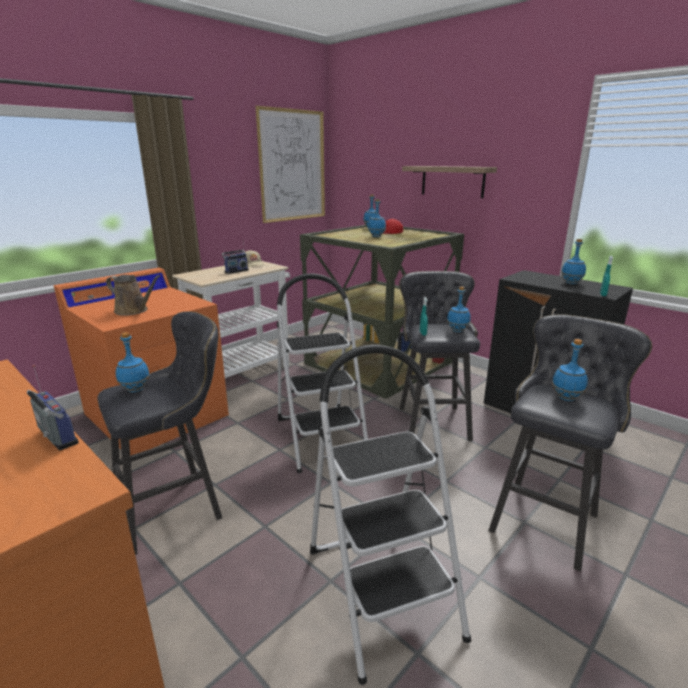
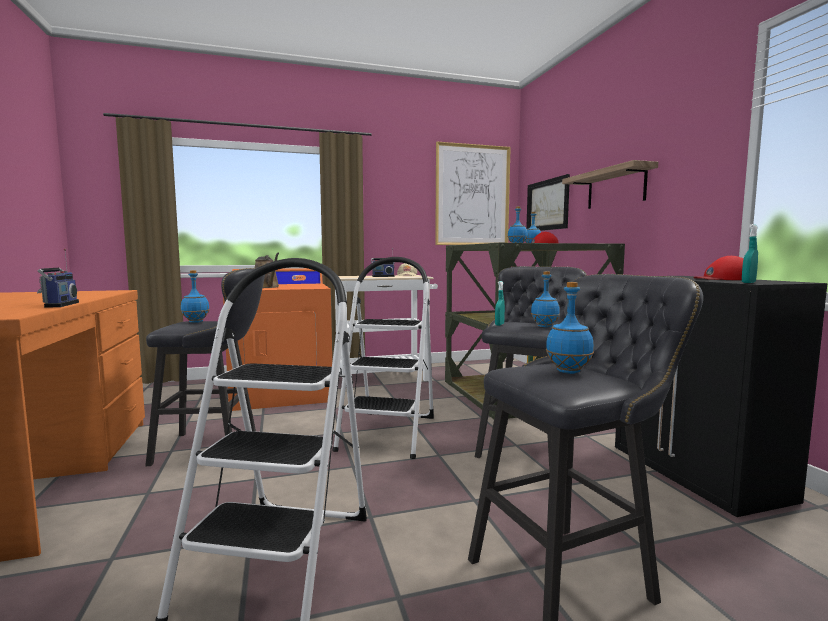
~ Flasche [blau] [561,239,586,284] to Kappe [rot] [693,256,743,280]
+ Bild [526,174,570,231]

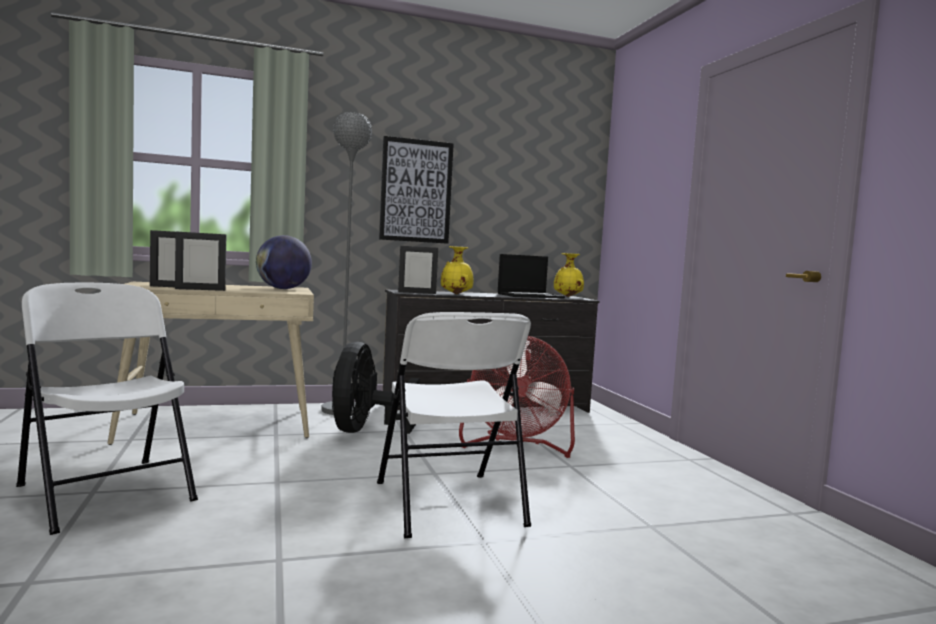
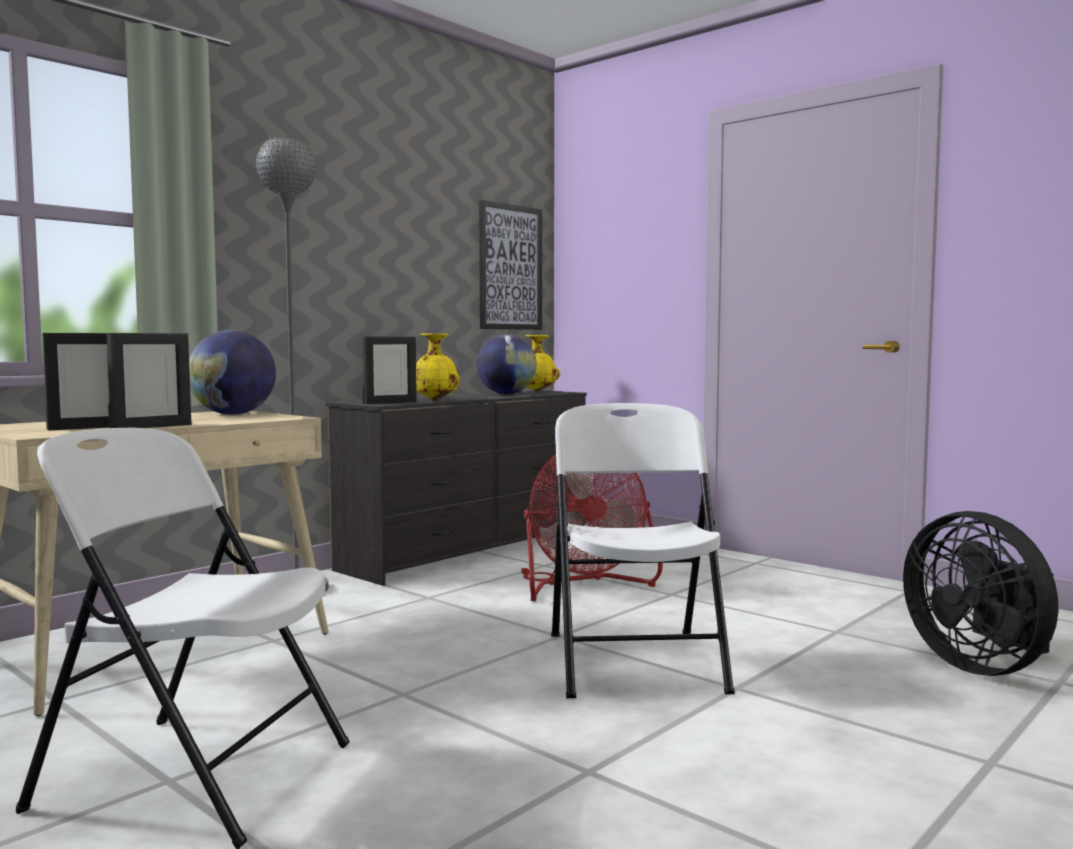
~ Ventilator [schwarz] [332,342,420,434] to [903,511,1058,676]
~ Stuhl [weiß] [377,312,531,538] = [551,403,735,698] 135 degrees counterclockwise
~ Bild [379,136,454,244] to [479,200,542,330]
~ Laptop [498,254,565,299] to Globus [477,334,537,394]

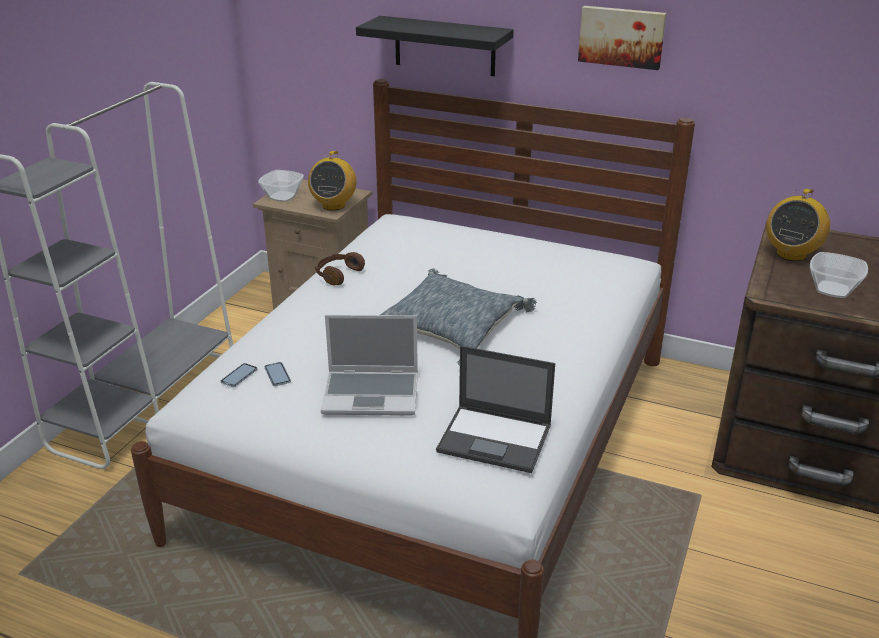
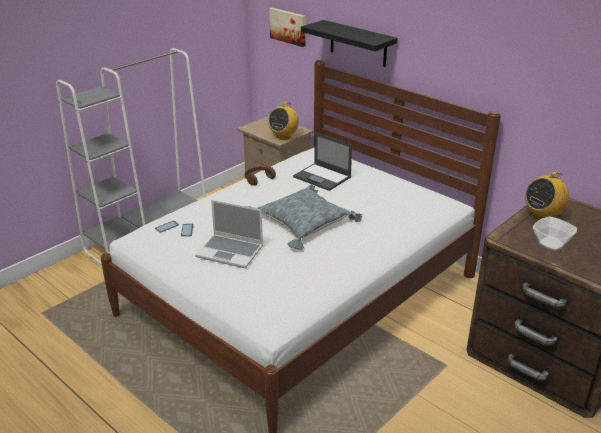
- Schüssel [258,170,304,202]
~ Laptop [436,346,555,473] to [293,132,352,191]
~ Bild [578,6,667,70] to [269,8,306,47]

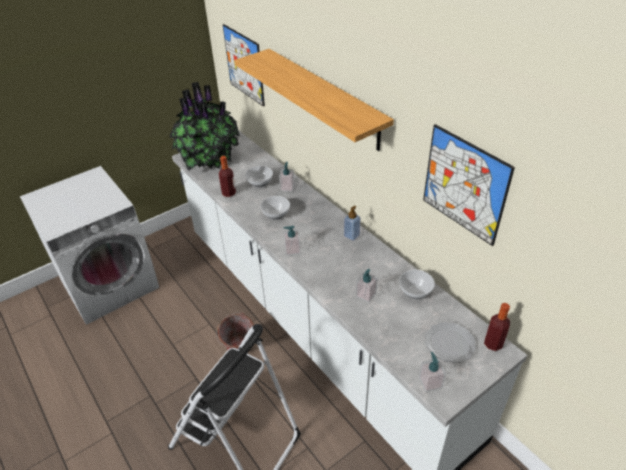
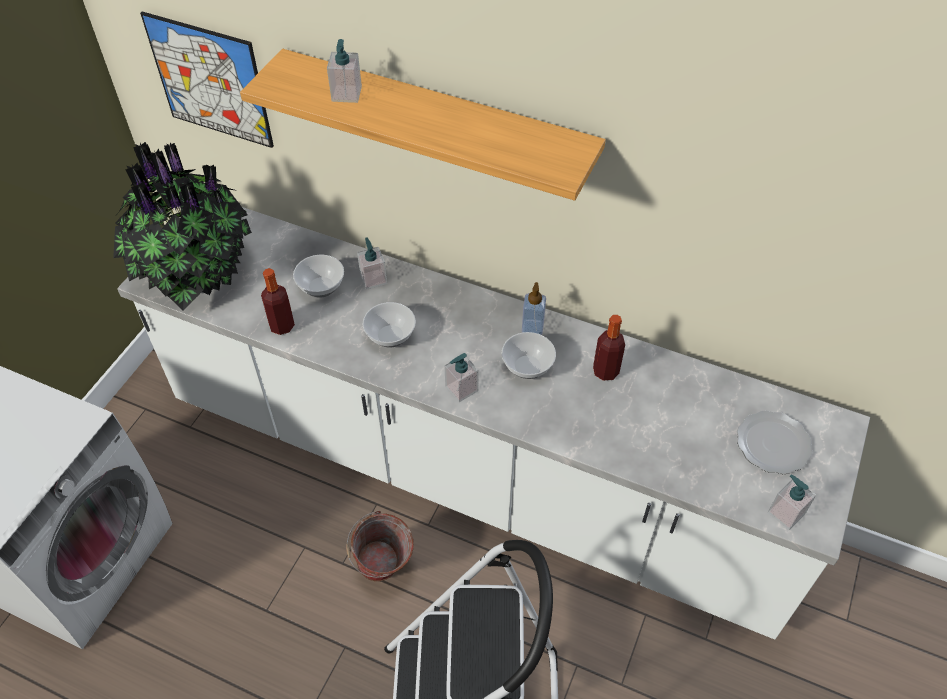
~ Seifenspender [356,269,378,303] to [327,39,362,103]
~ Schüssel [399,269,435,299] to [501,332,556,379]
- Bild [423,124,515,246]
~ Flasche [484,303,510,351] to [593,315,625,381]

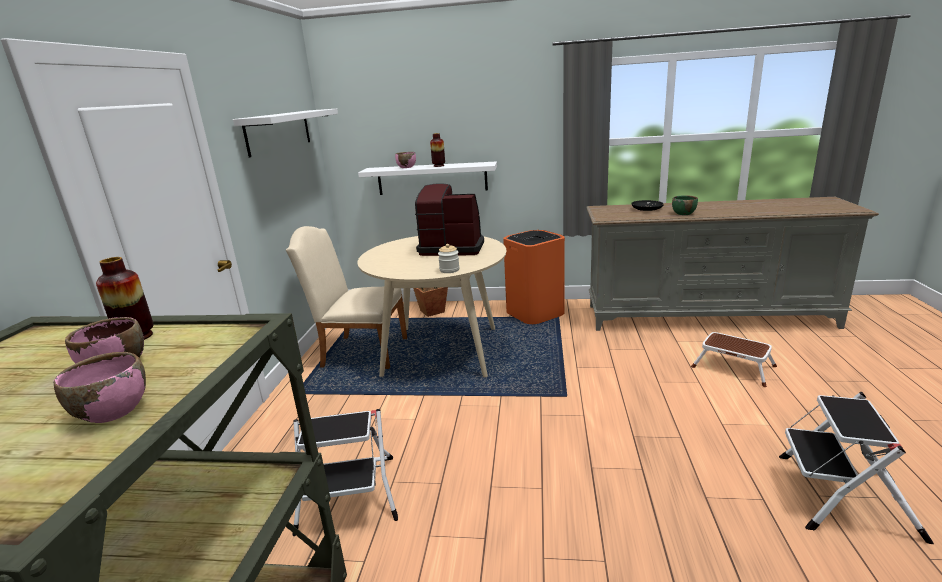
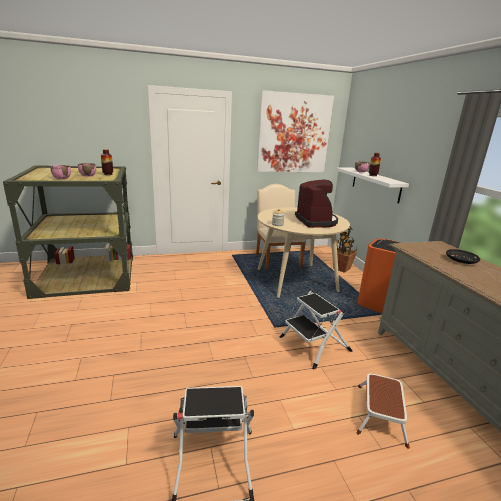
~ Wandregal [weiß] [233,109,338,157] to Bild [257,90,334,172]
~ Trittleiter [293,409,398,536] to [280,290,353,370]
- Schüssel [grün] [672,195,698,215]

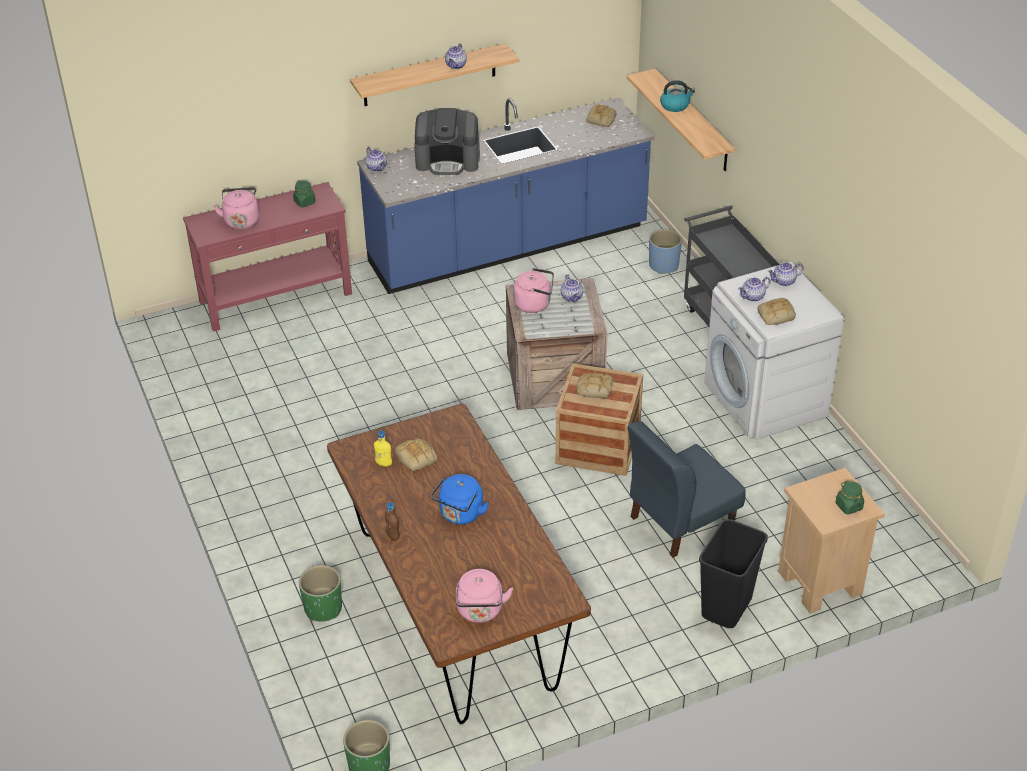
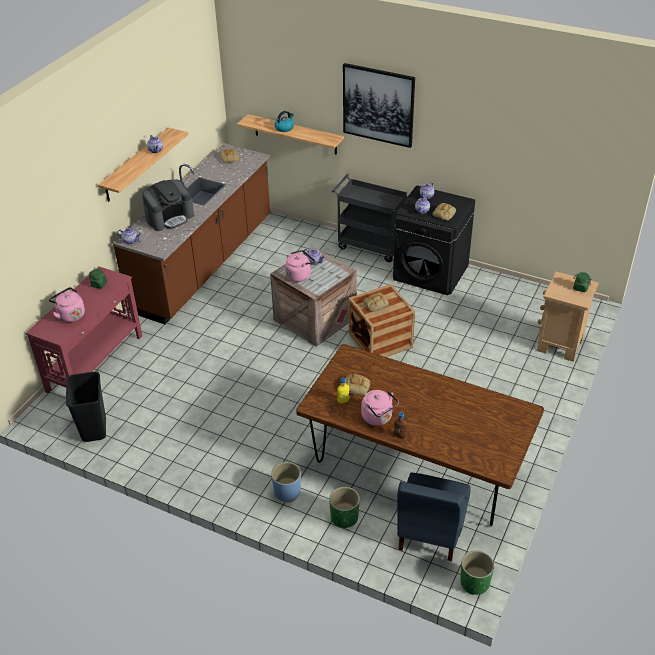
~ Küchenzeile [blau] [357,97,655,294] to Küchenzeile [braun] [112,144,270,324]
- Wasserkessel [blau] [431,474,489,525]
~ Wasserkessel [rosa] [456,569,513,623] to [361,390,399,426]
~ Stuhl [blau] [628,421,746,558] to [397,472,471,561]
~ Pflanzkübel [blau] [649,229,682,274] to [271,462,301,502]
~ Mülleimer [schwarz] [699,519,768,628] to [66,372,106,442]
~ Waschmaschine [weiß] [704,262,844,439] to Waschmaschine [schwarz] [393,186,475,295]
+ Bild [343,63,415,148]

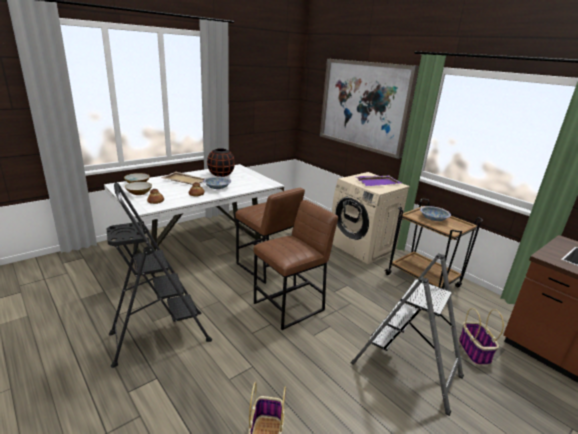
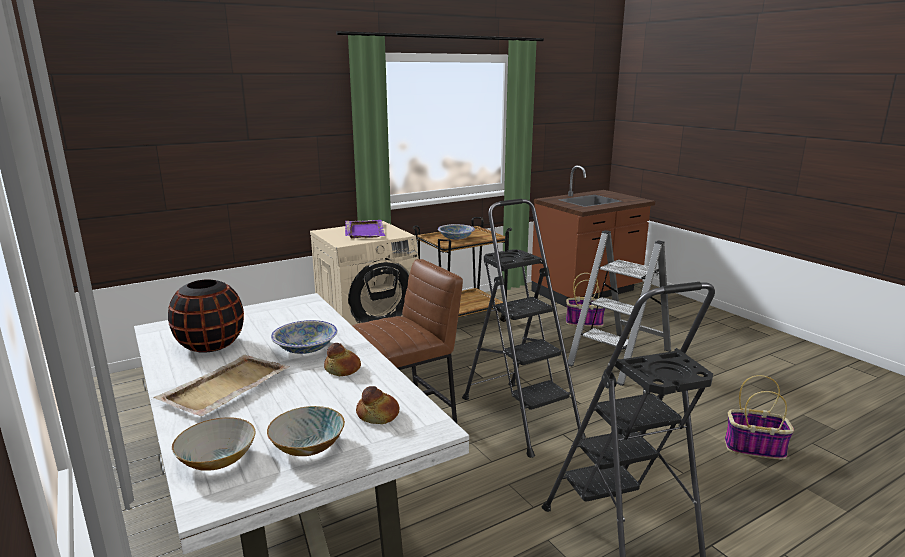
~ Stuhl [braun] [253,200,338,330] to Trittleiter [462,199,586,458]
- Bild [320,59,419,159]

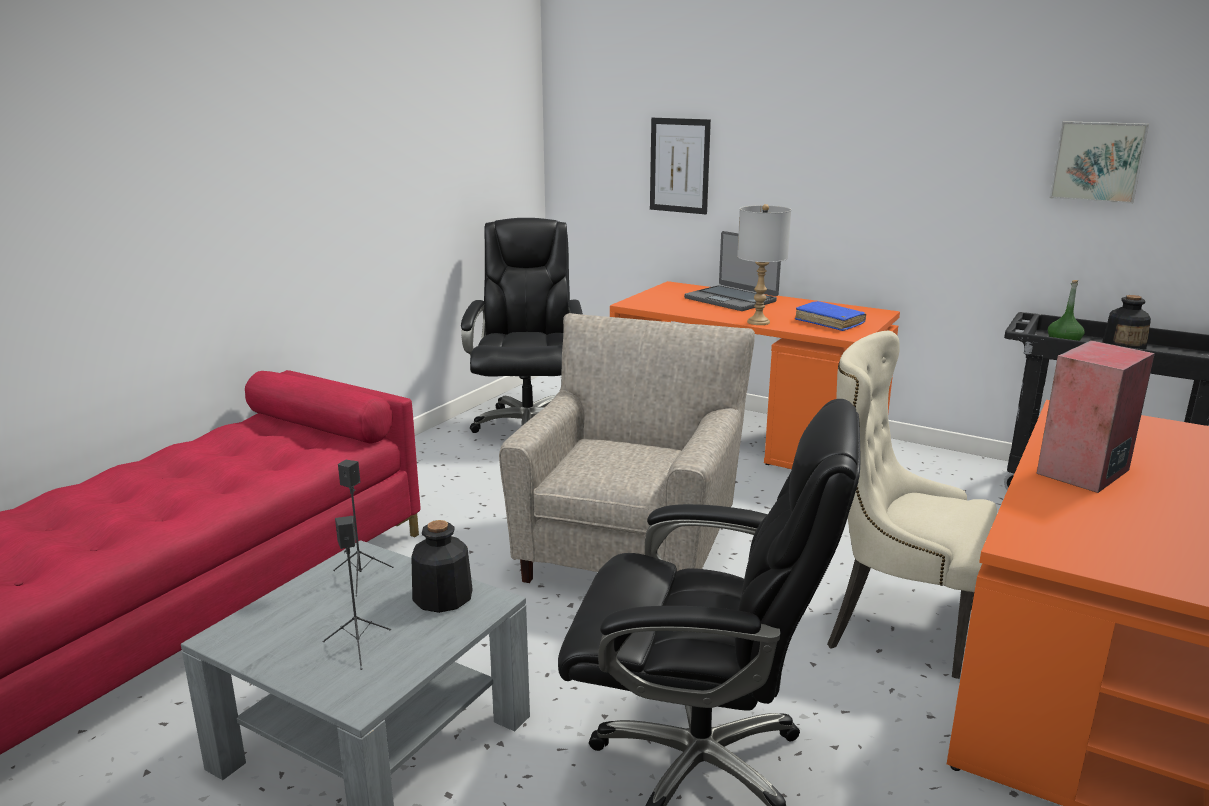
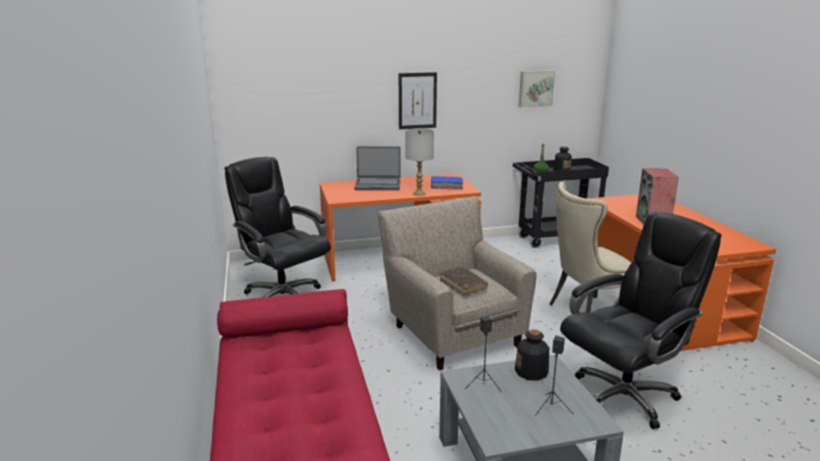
~ Bild [650,118,711,214] to [399,72,437,129]
+ Buch [braun] [440,267,488,296]

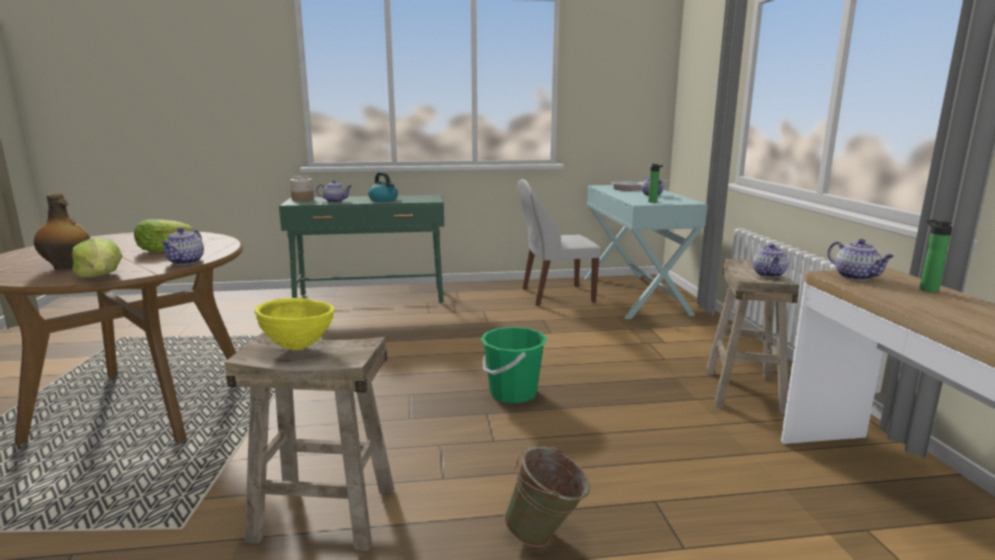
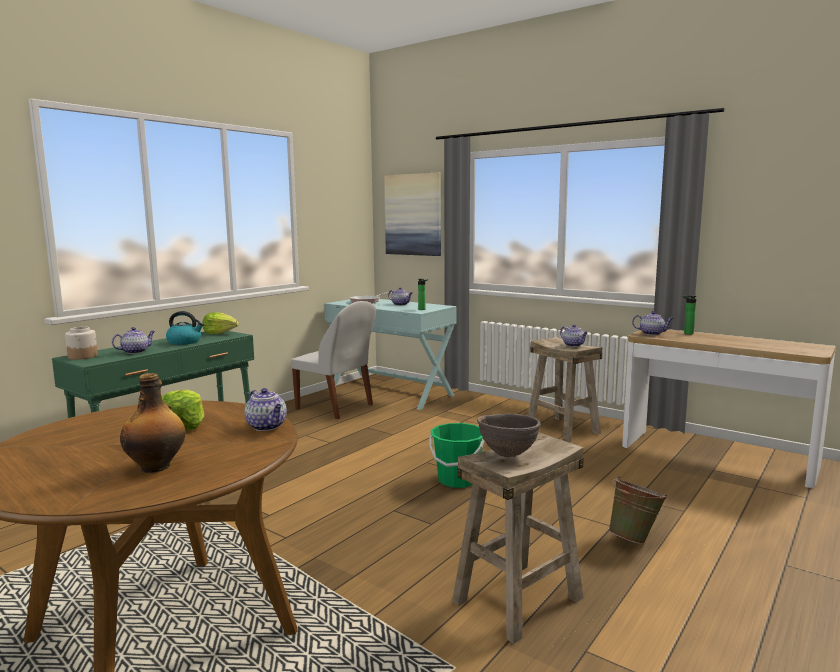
~ Salatkopf [72,238,122,278] to [203,312,239,334]
~ Schüssel [gelb] [254,298,335,351] to Schüssel [braun] [477,414,541,457]
~ Stuhl [weiß] [517,179,601,306] = [291,301,376,419] 90 degrees counterclockwise
+ Bild [384,173,441,256]

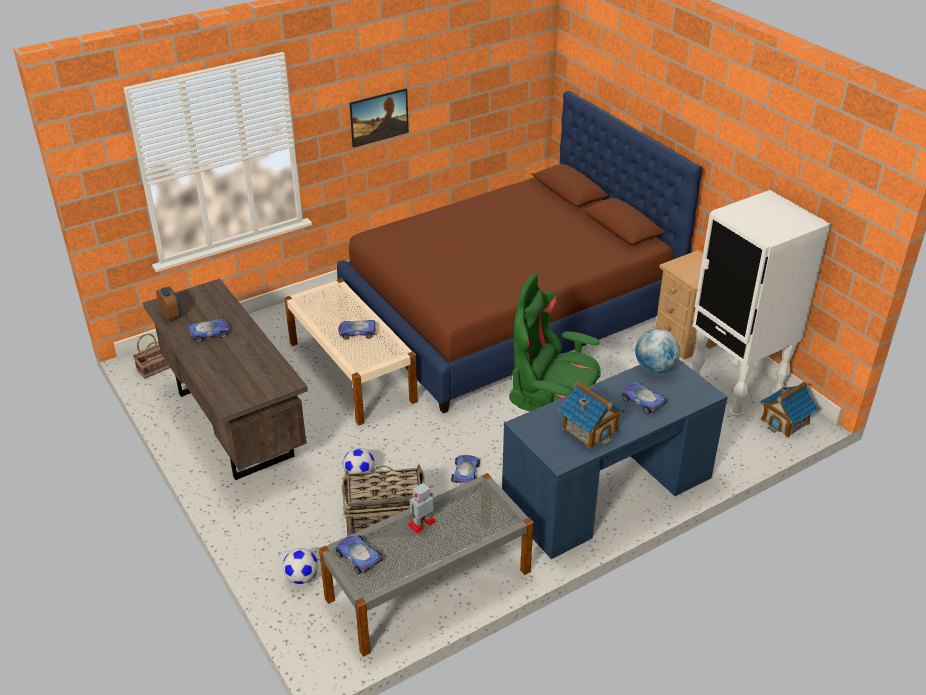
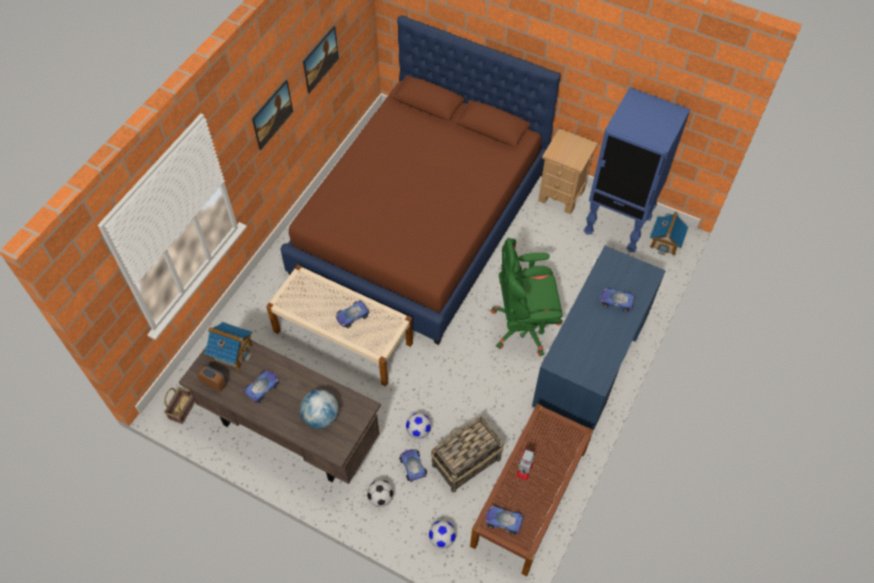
~ Bank [grau] [319,473,534,657] to Bank [braun] [470,404,594,576]
~ Spielzeugauto [451,455,480,483] to [399,449,427,482]
~ Spielzeughaus [558,381,625,449] to [204,322,253,370]
~ Globus [635,329,680,373] to [300,390,339,429]
~ Schrank [weiß] [692,190,831,417] to Schrank [blau] [584,87,690,252]
+ Bild [303,26,339,93]
+ Fußball [367,480,394,507]

